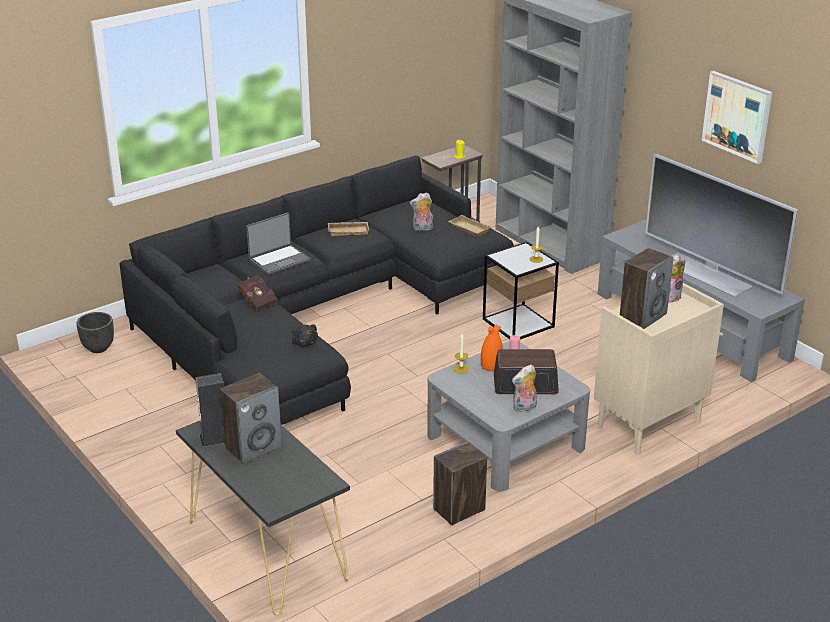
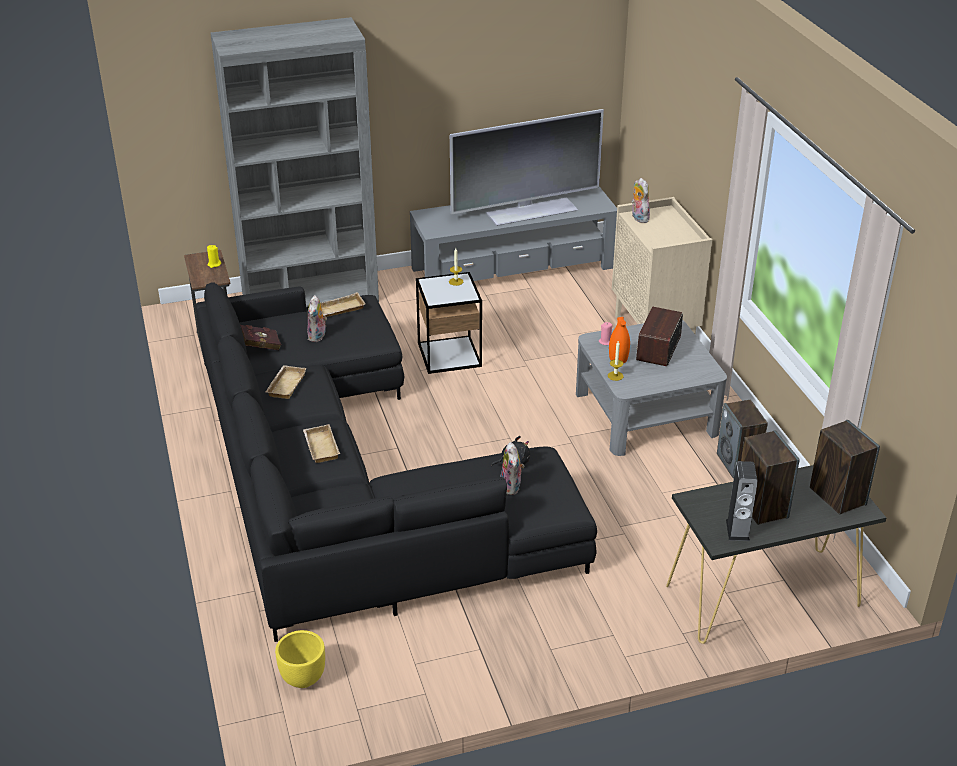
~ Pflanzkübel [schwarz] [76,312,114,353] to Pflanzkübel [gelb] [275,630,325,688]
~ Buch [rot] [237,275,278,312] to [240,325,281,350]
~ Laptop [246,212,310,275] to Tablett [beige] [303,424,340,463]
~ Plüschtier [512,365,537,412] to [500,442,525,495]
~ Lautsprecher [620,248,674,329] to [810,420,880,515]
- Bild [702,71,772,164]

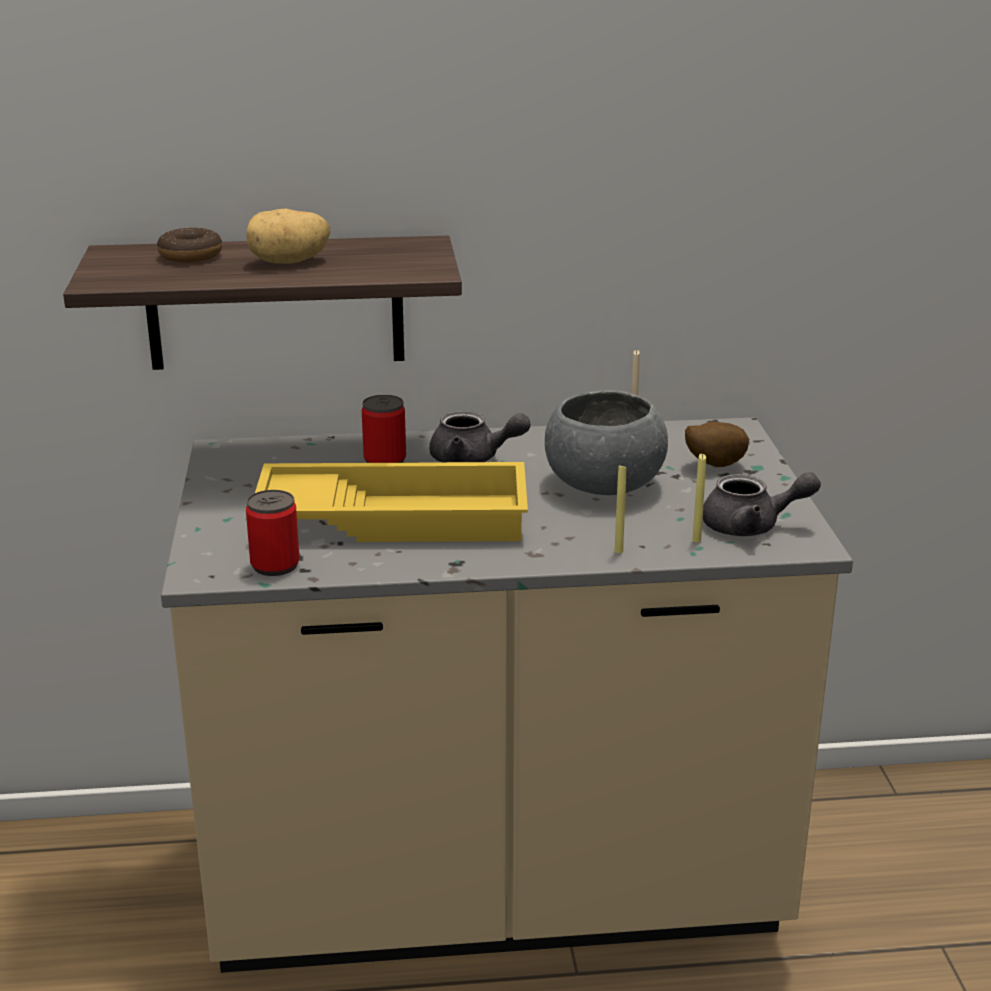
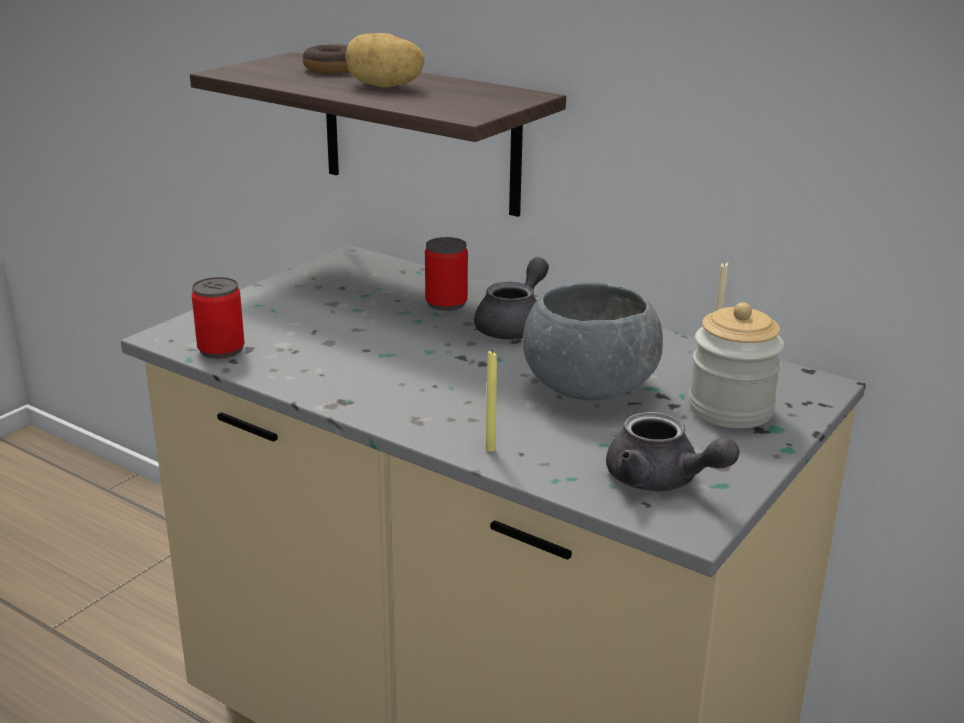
- Tablett [gelb] [255,462,528,542]
~ Teekanne [grau] [429,411,530,462] = [474,257,549,340] 120 degrees counterclockwise
~ Kartoffel [685,422,749,467] to Vorratsglas [689,302,784,428]
- Kerze [gelb] [692,454,706,543]

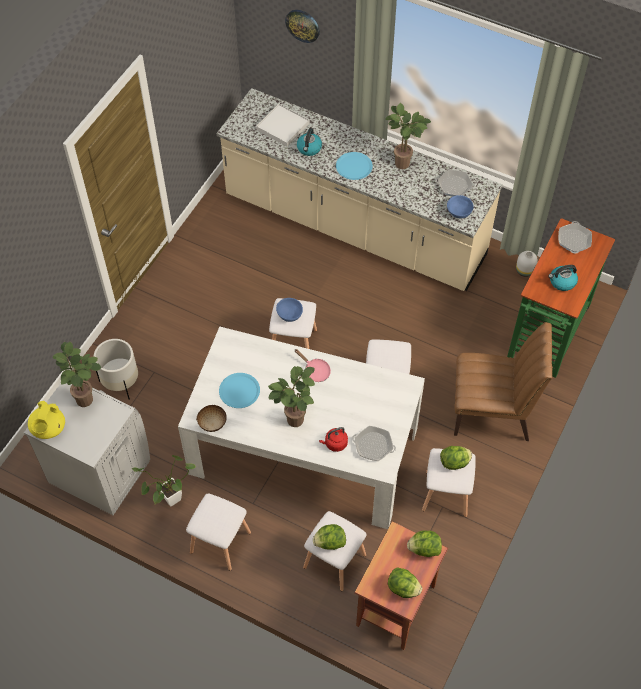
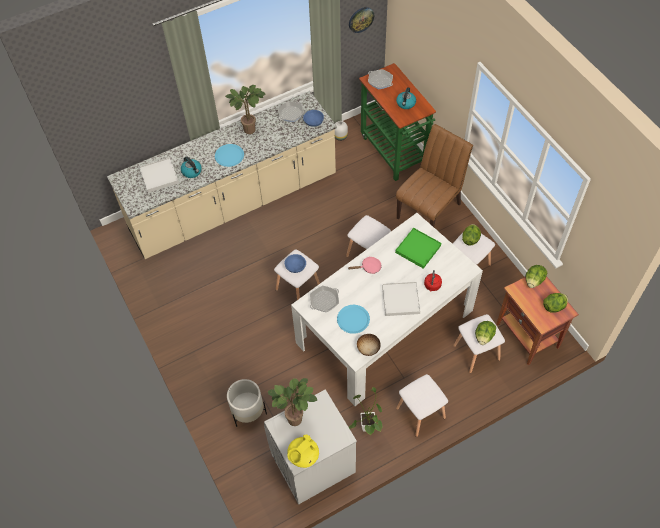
~ Teekanne [gelb] [28,401,65,439] = [287,434,319,468] 90 degrees clockwise
~ Topfpflanze [268,366,315,427] to Tablett [weiß] [382,282,420,316]
~ Wanduhr [285,10,320,43] to [349,7,374,33]
~ Pfanne [352,426,396,461] to [310,286,339,313]
+ Tablett [grün] [395,228,441,269]

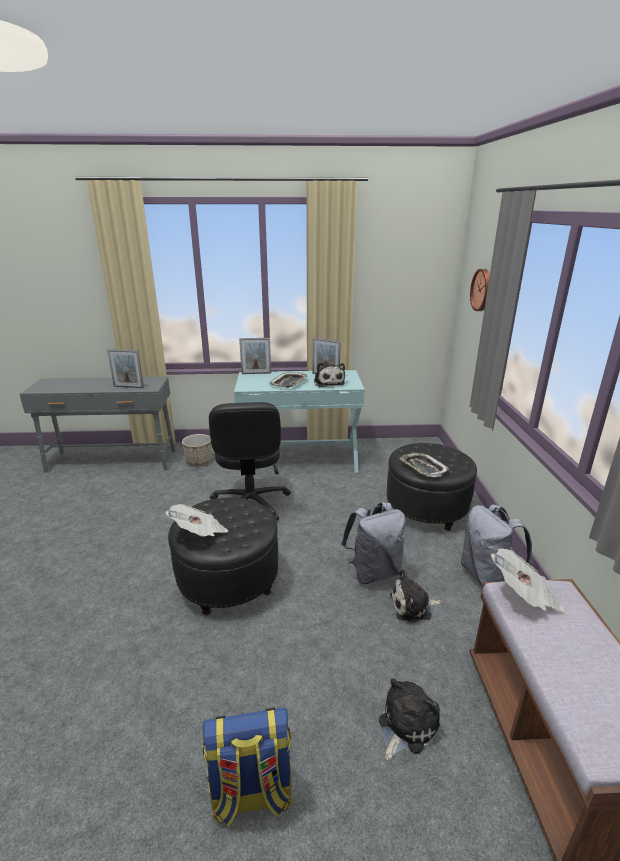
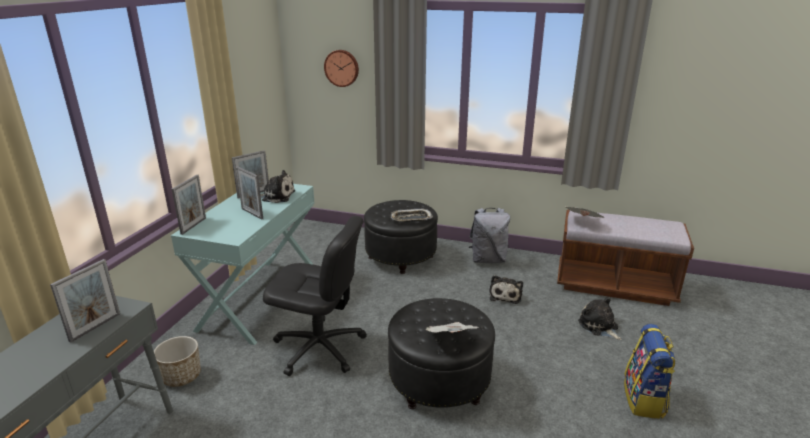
~ Tablett [270,372,307,387] to Bilderrahmen [236,166,263,220]
- Rucksack [grau] [341,502,406,584]

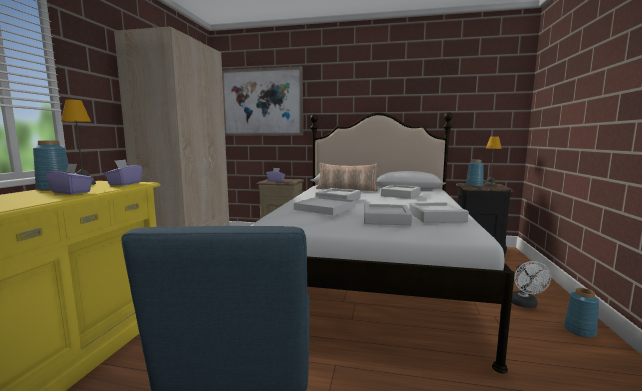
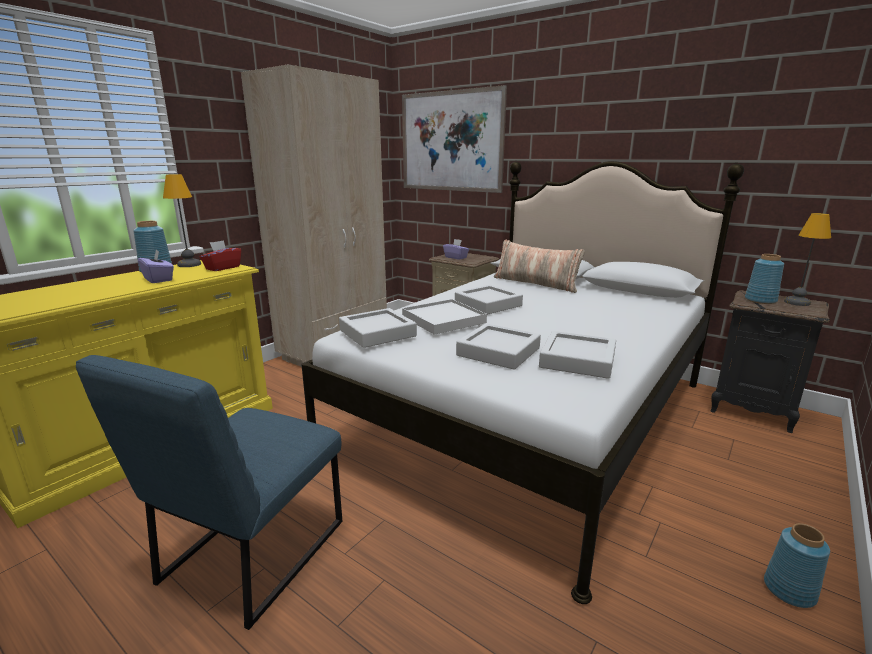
~ Taschentuchbox [lila] [104,159,143,185] to Taschentuchbox [rot] [200,240,241,271]
~ Tablett [grau] [380,185,421,199] to [339,308,417,348]
- Ventilator [weiß] [512,261,551,308]

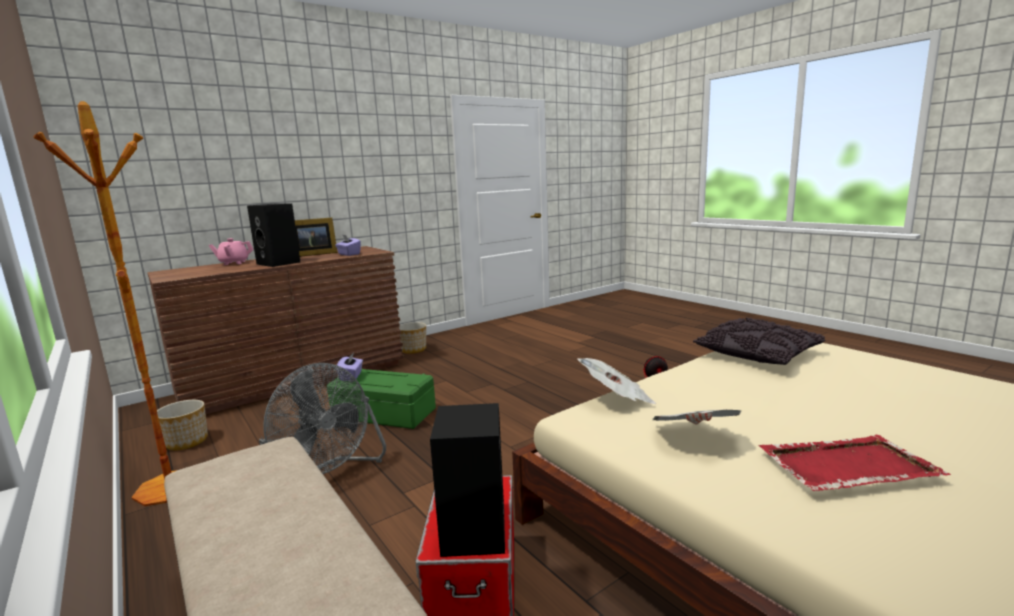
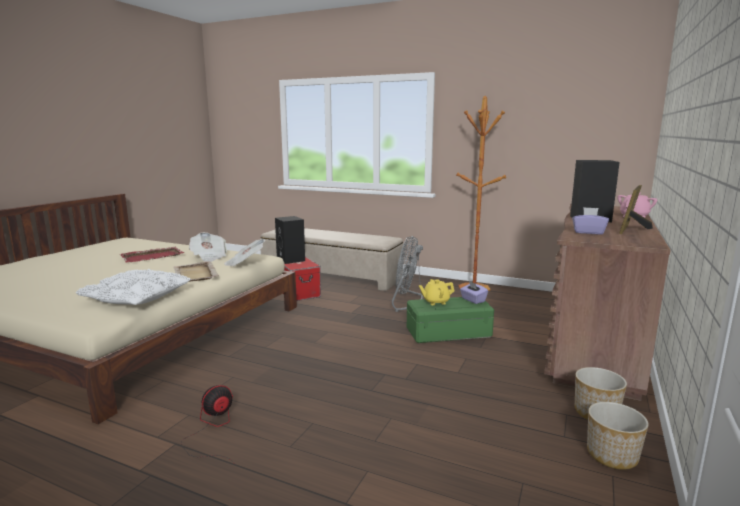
~ Pflanzkübel [157,400,208,451] to [587,402,649,470]
~ Kissen [schwarz] [693,317,825,365] to Kissen [weiß] [76,269,191,305]
+ Tablett [beige] [174,261,219,282]
+ Teekanne [gelb] [419,279,455,305]

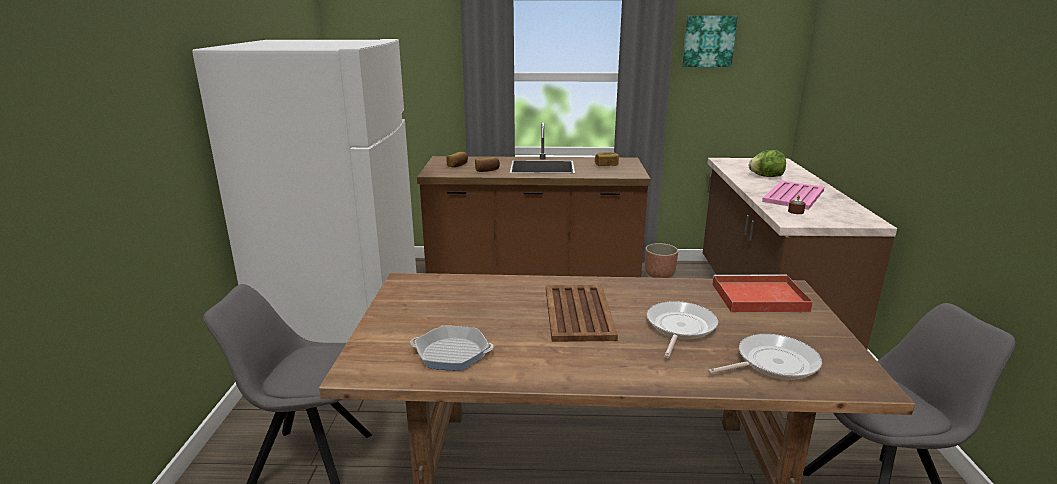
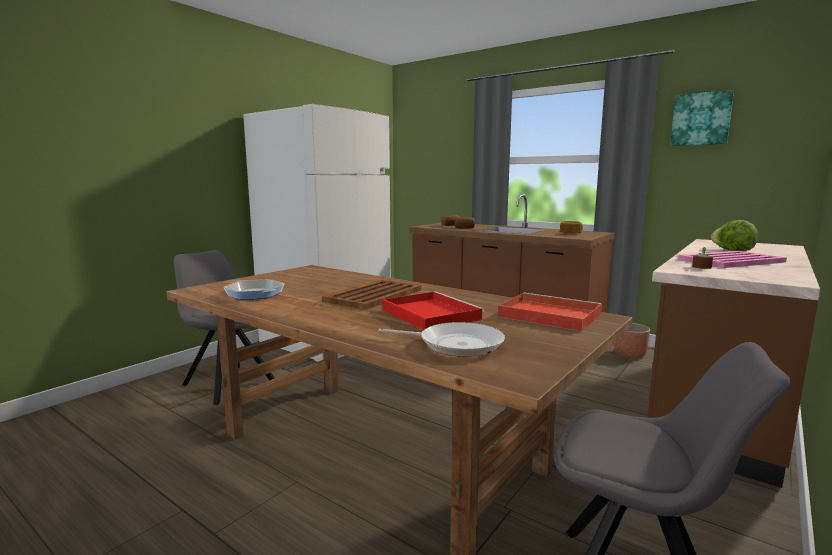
~ Pfanne [647,301,718,358] to Tablett [rot] [383,291,485,330]

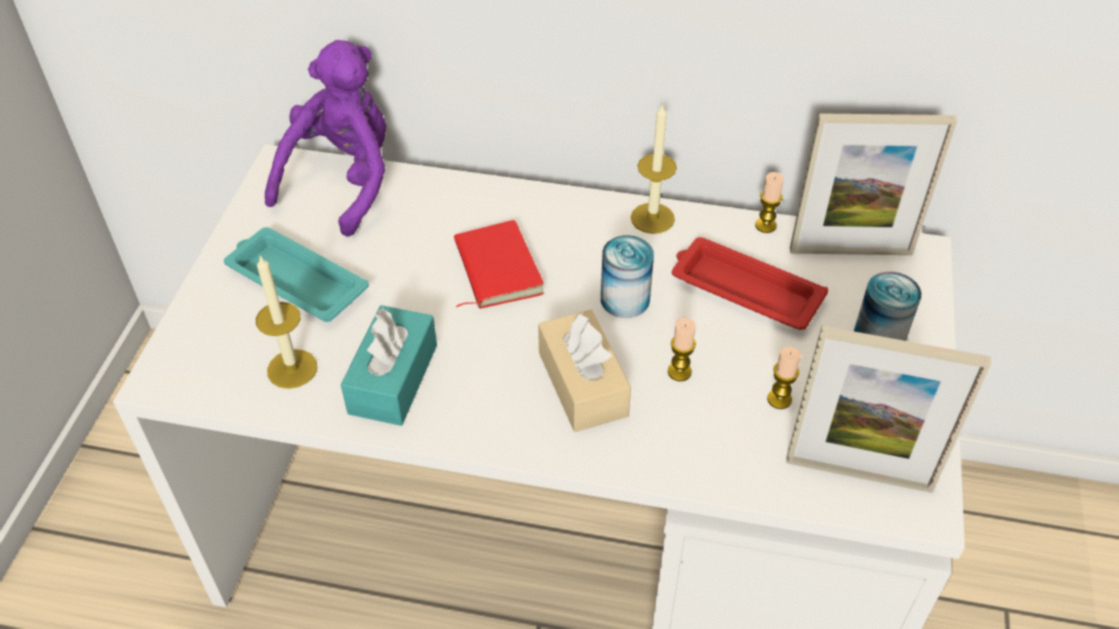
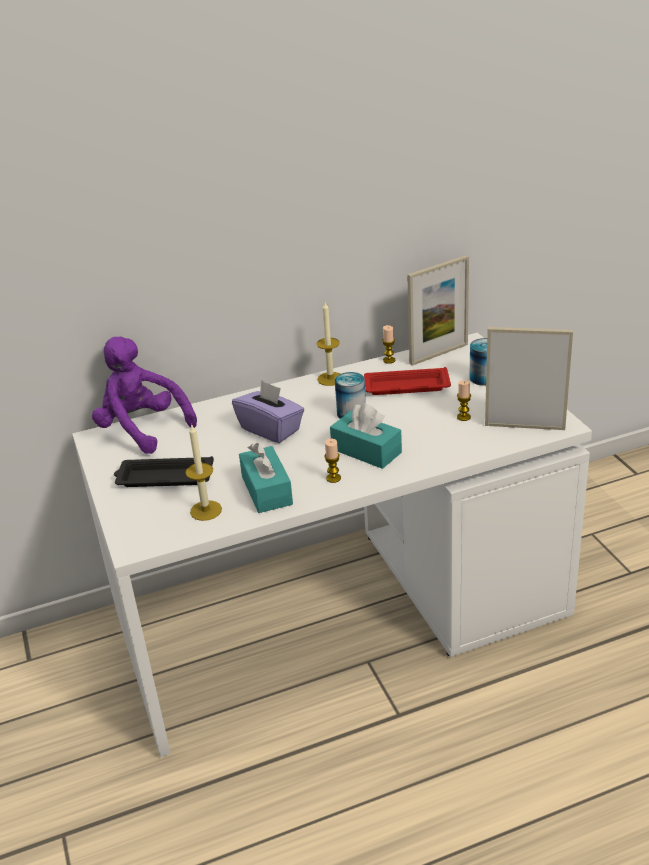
~ Tablett [türkis] [224,227,369,322] to Tablett [schwarz] [114,456,214,487]
~ Plüschtier [lila] [265,40,386,237] = [92,337,197,454] 45 degrees counterclockwise
~ Buch [rot] [454,220,544,309] to Taschentuchbox [lila] [232,380,304,443]
~ Taschentuchbox [beige] [538,309,631,432] to Taschentuchbox [türkis] [330,403,402,469]
~ Kerze [668,317,696,381] to [324,438,341,483]
~ Bilderrahmen [786,326,991,493] = [485,327,573,430] 150 degrees counterclockwise

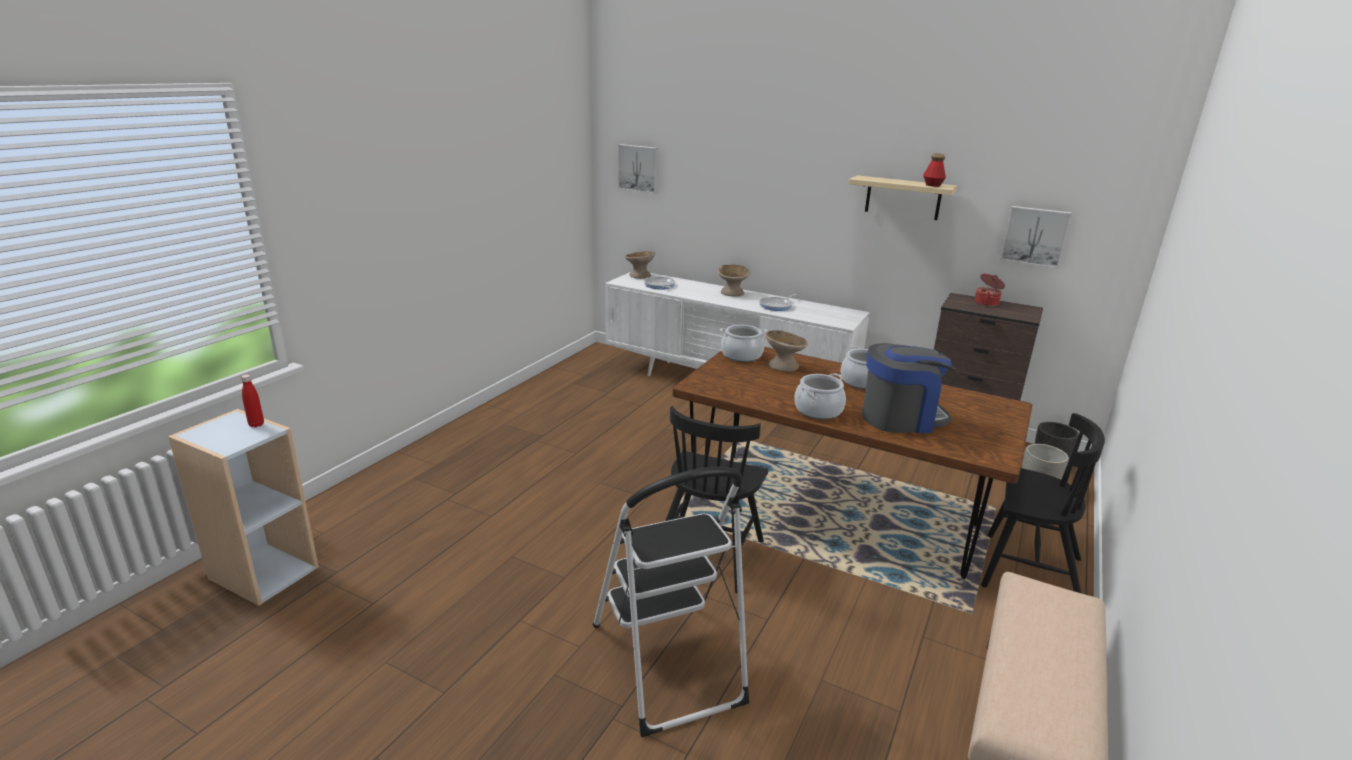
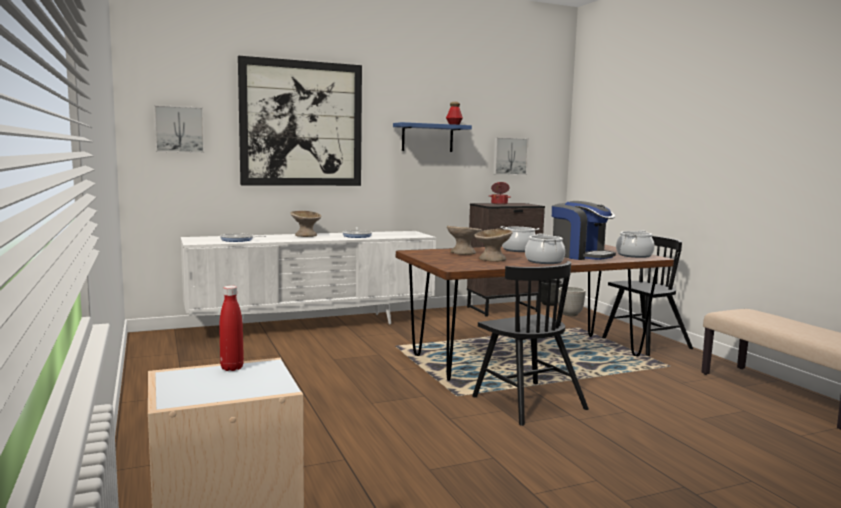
- Trittleiter [593,467,749,737]
~ Schüssel [beige] [625,251,655,279] to [474,229,512,262]
~ Kochtopf [720,325,767,362] to [616,230,655,258]
~ Wandregal [beige] [848,175,958,220] to Wandregal [blau] [393,122,472,152]
~ Kaffeemaschine [862,343,957,433] = [552,201,616,260] 105 degrees clockwise
+ Bild [238,56,362,186]

